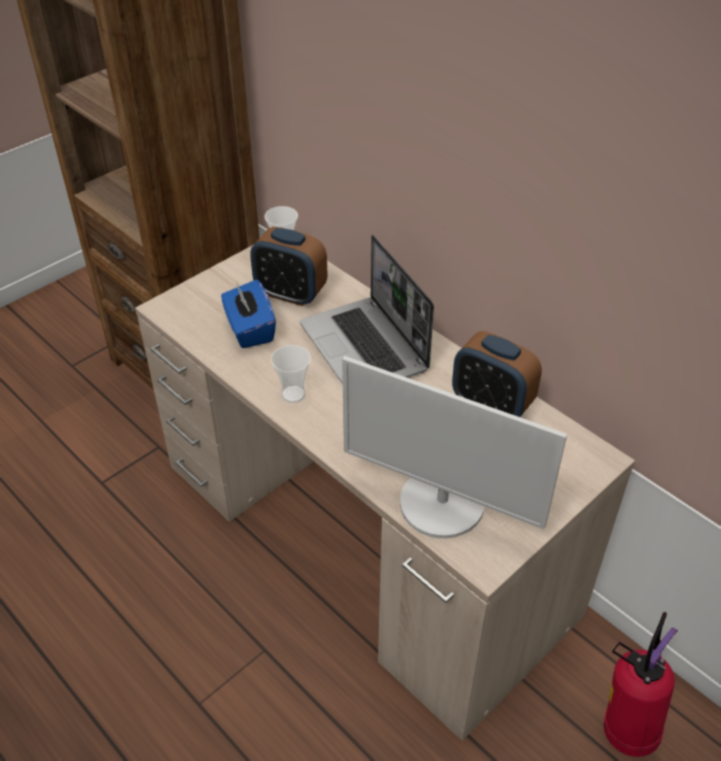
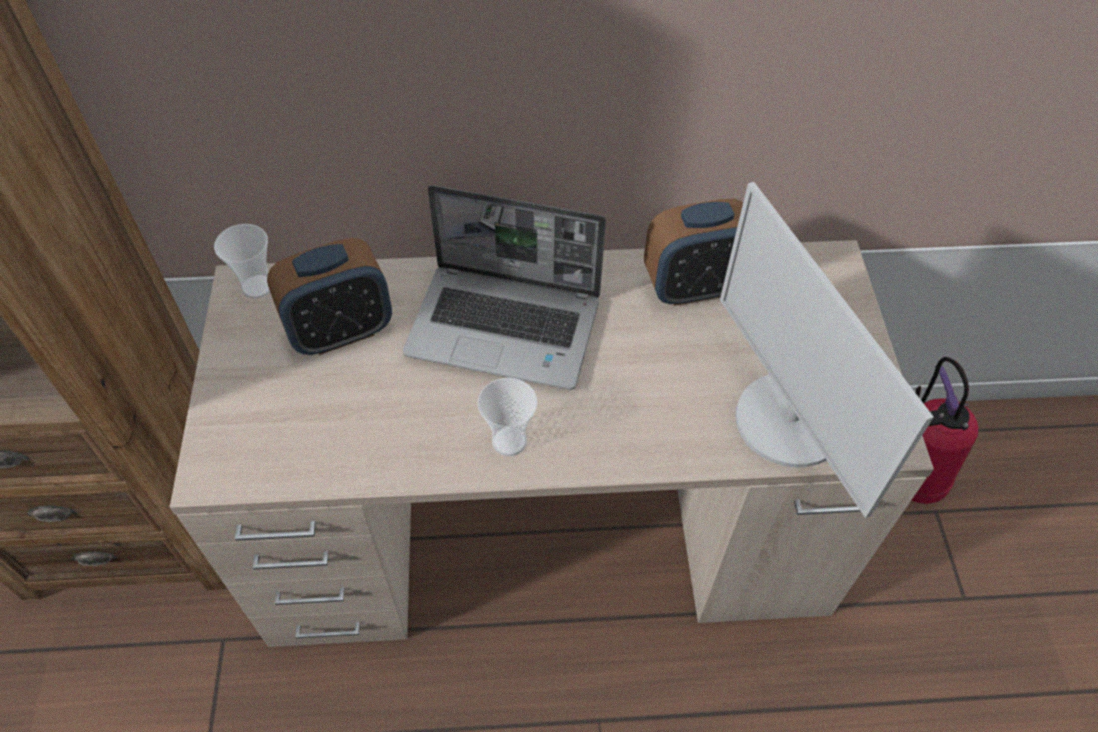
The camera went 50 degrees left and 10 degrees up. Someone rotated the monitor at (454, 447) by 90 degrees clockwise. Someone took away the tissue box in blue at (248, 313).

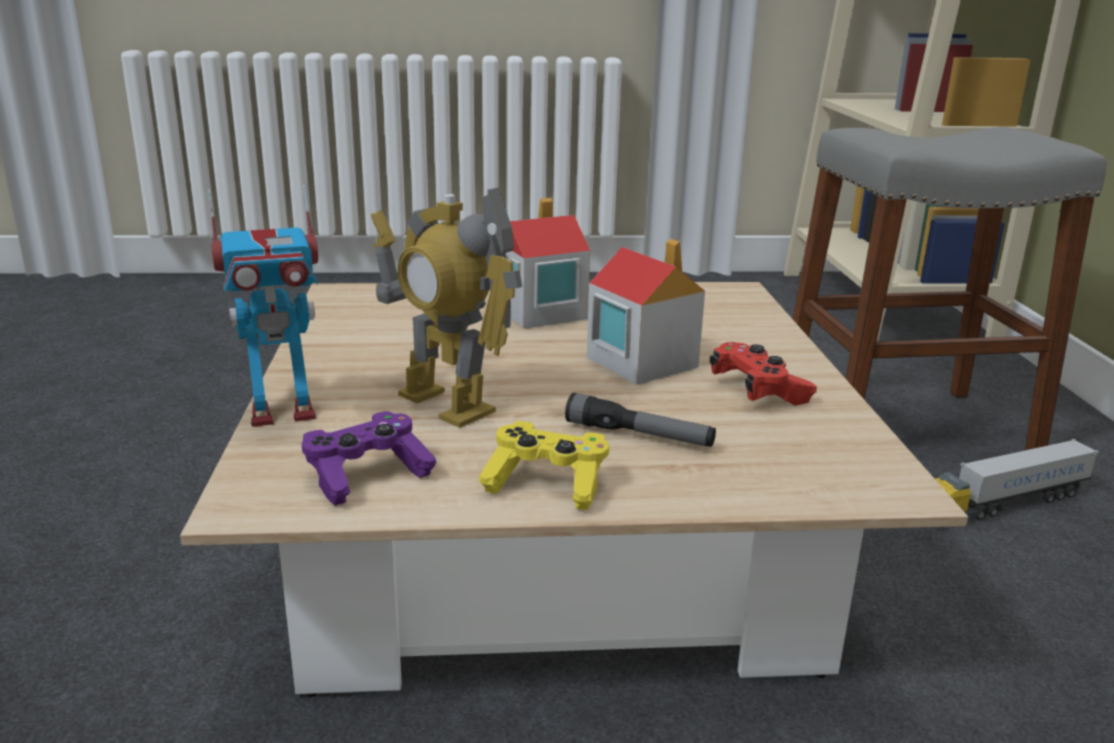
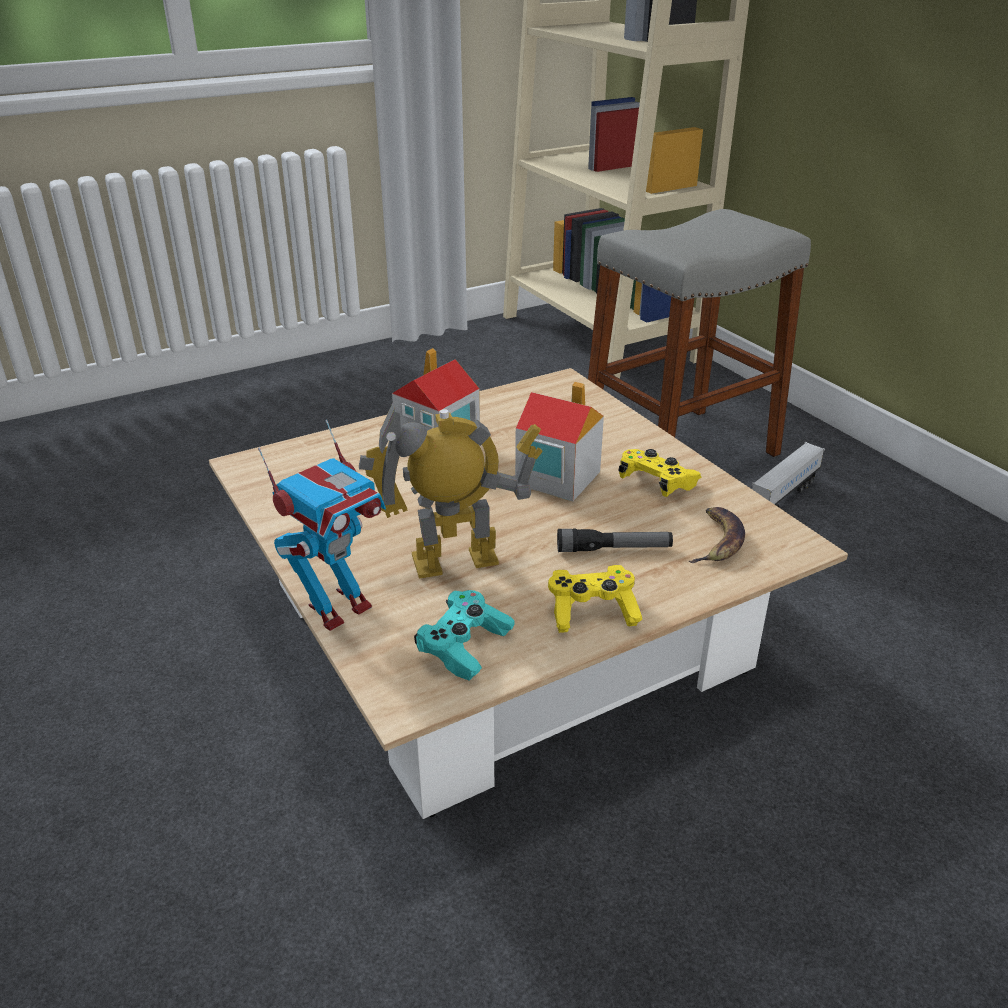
The camera went 25 degrees left and 10 degrees up. Someone rotated the toy robot at (446, 308) by 150 degrees clockwise. Someone repainted the game controller in purple at (369, 458), which became the game controller in turquoise at (464, 635). Someone repainted the game controller in red at (763, 374), which became the game controller in yellow at (660, 473). Someone put down the banana at (717, 535).

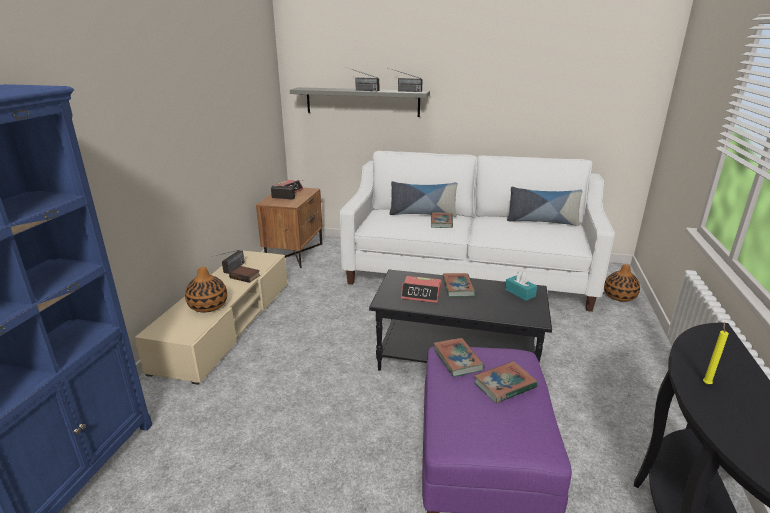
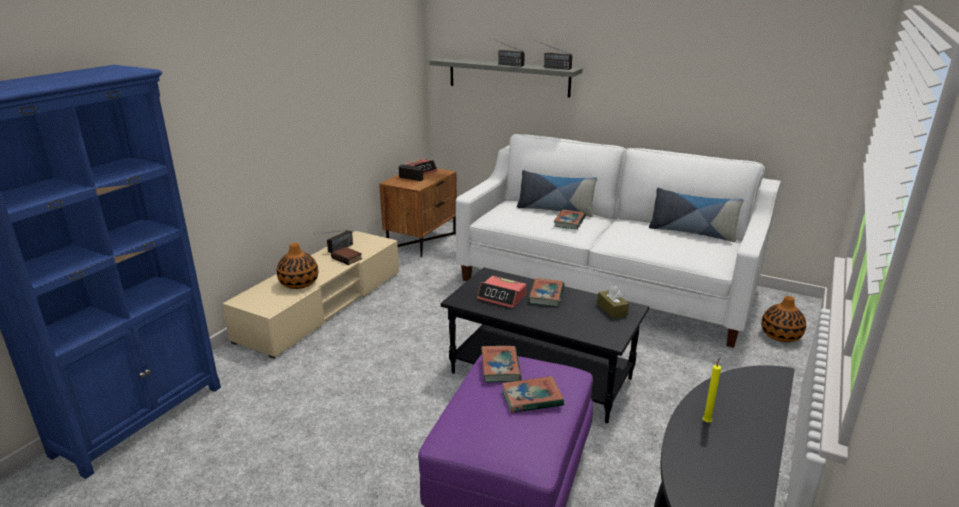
The camera went 15 degrees right and 0 degrees up. Someone repainted the tissue box in turquoise at (521, 286), which became the tissue box in brown at (613, 302).

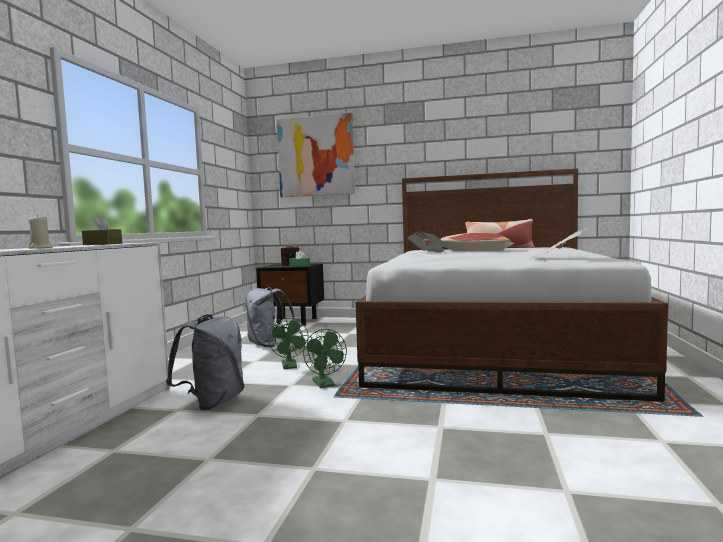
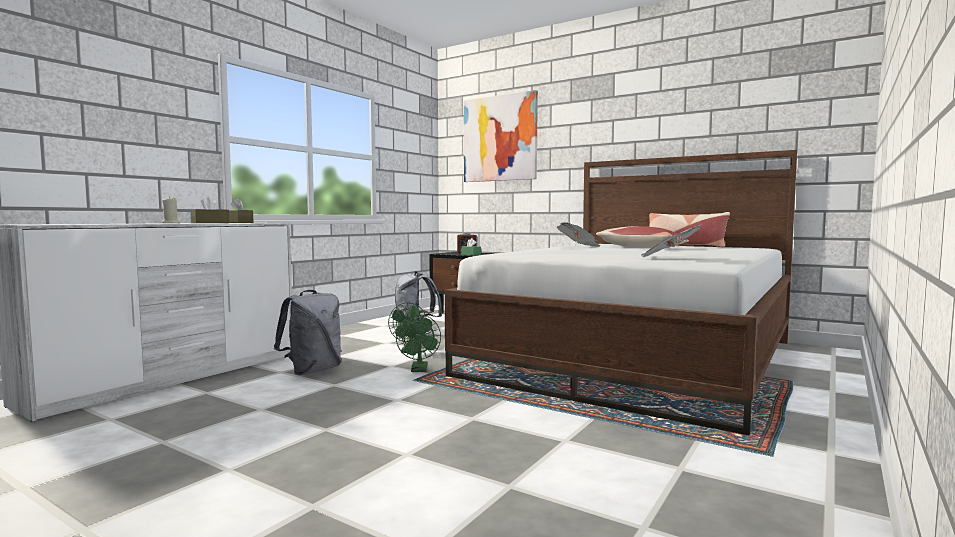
The camera went 20 degrees right and 0 degrees up. Someone put down the tissue box in brown at (210, 209).

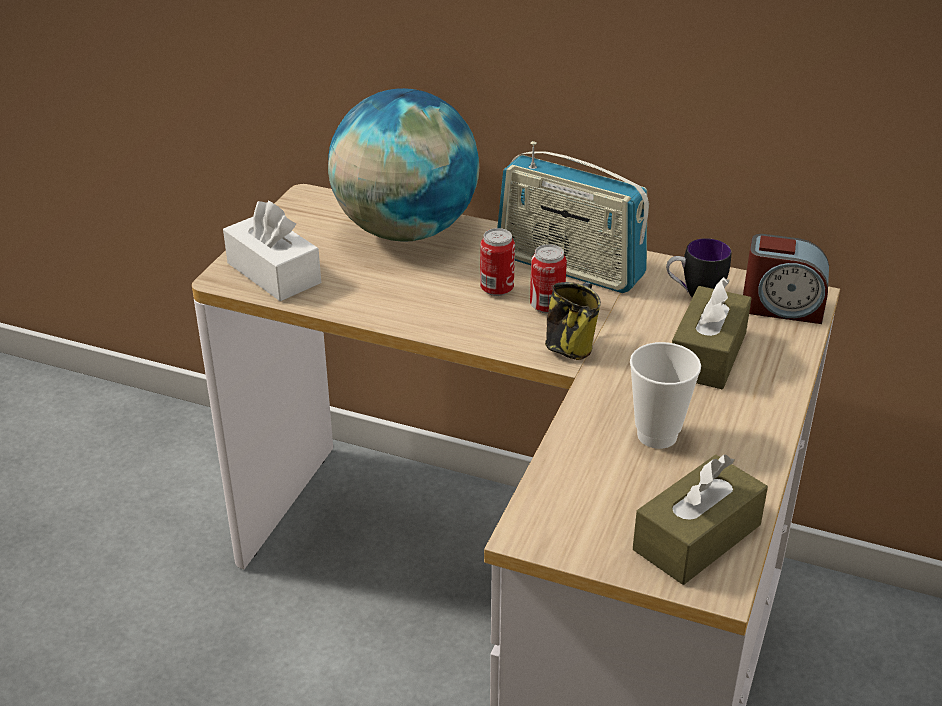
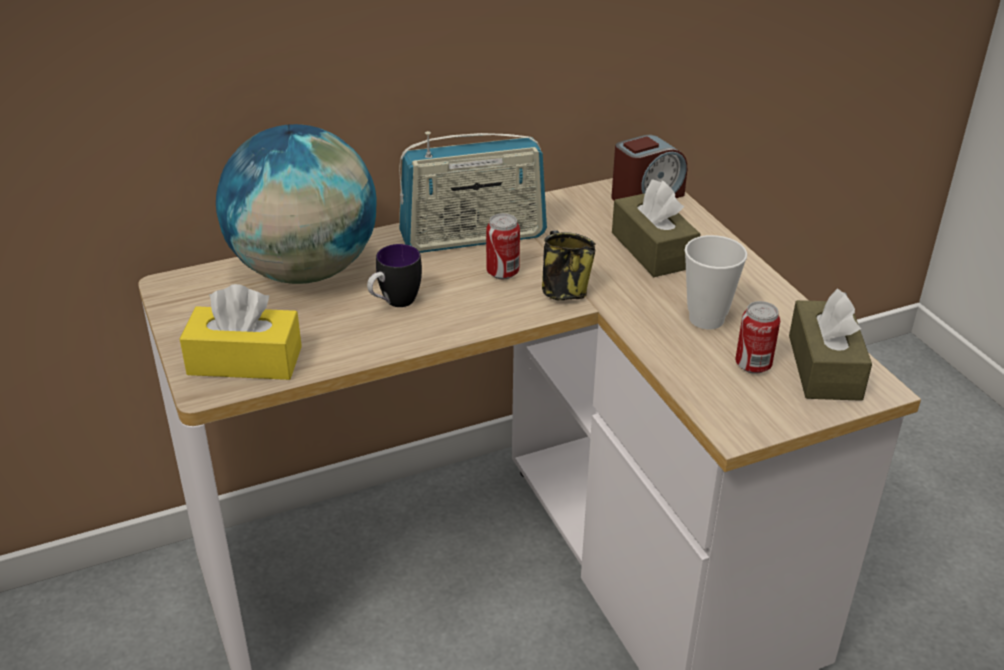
The camera went 45 degrees left and 0 degrees up. Someone repainted the tissue box in white at (272, 251), which became the tissue box in yellow at (241, 332). Someone carried the mug from (699, 268) to (394, 275). Someone carried the can from (497, 262) to (757, 337).

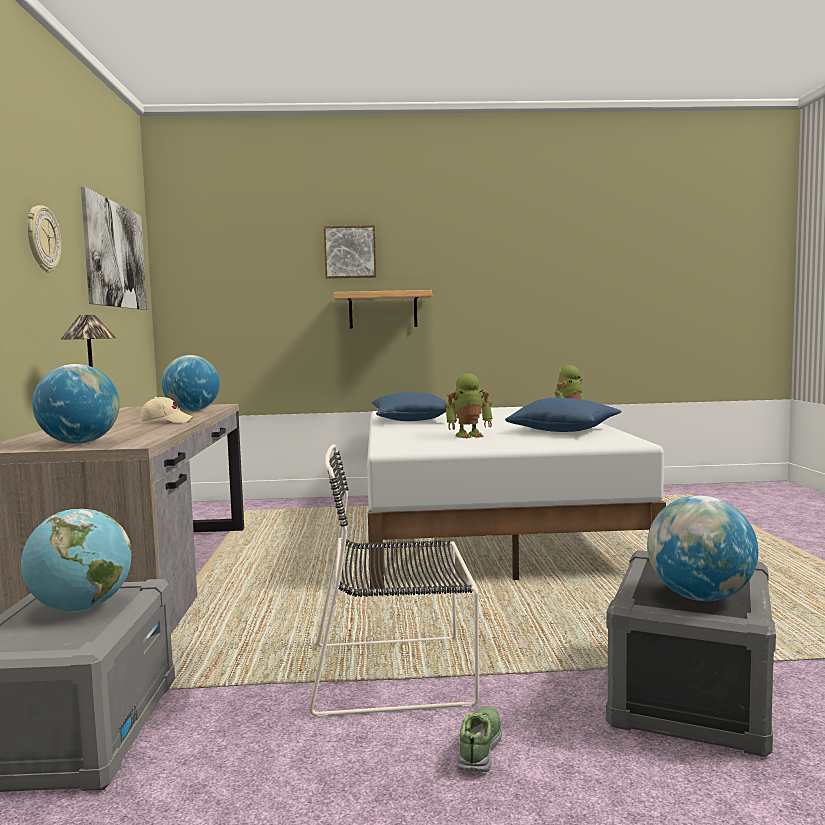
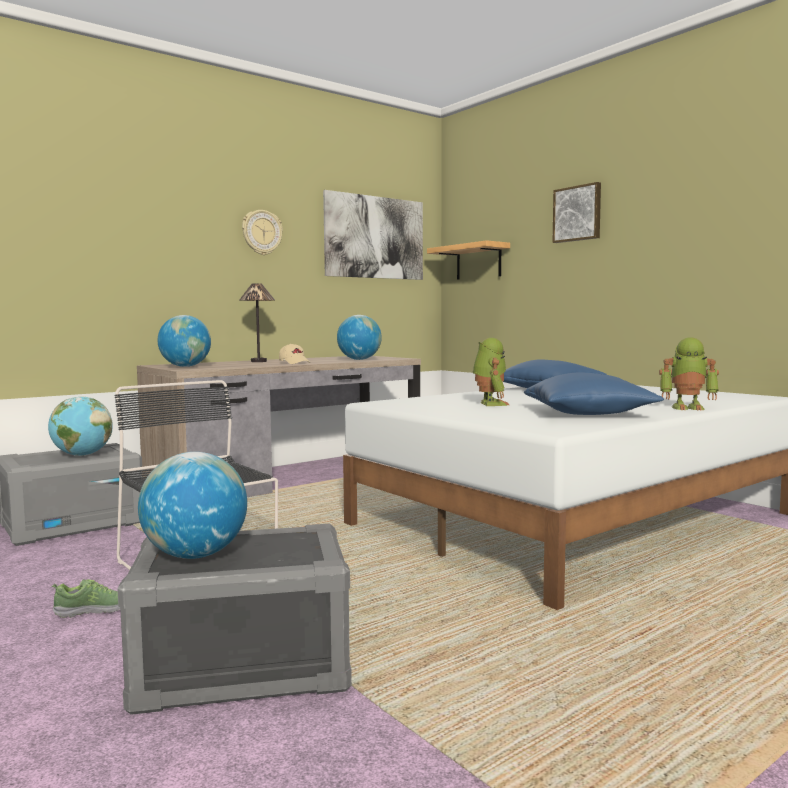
The camera went 55 degrees right and 0 degrees up. Someone carried the shelf from (383, 309) to (468, 260). Someone rotated the toy robot at (468, 405) by 135 degrees counterclockwise.

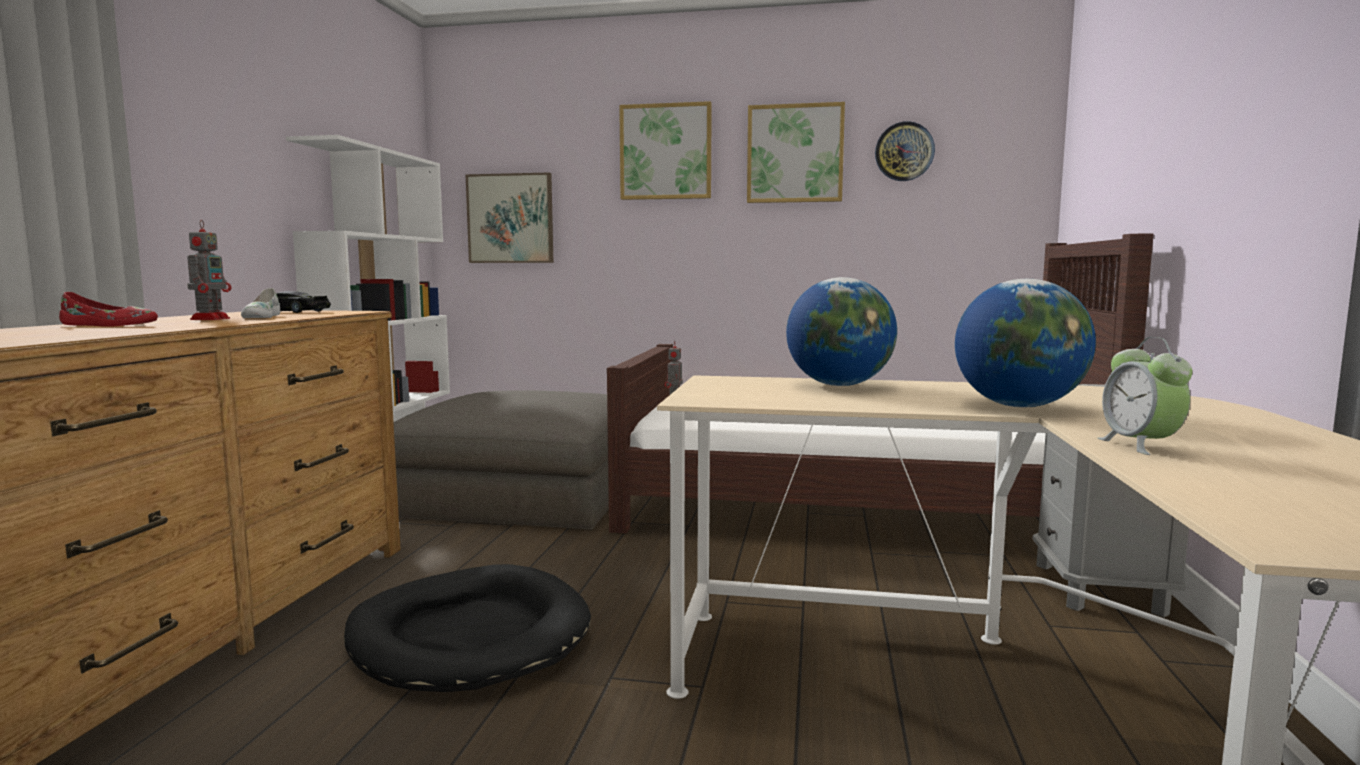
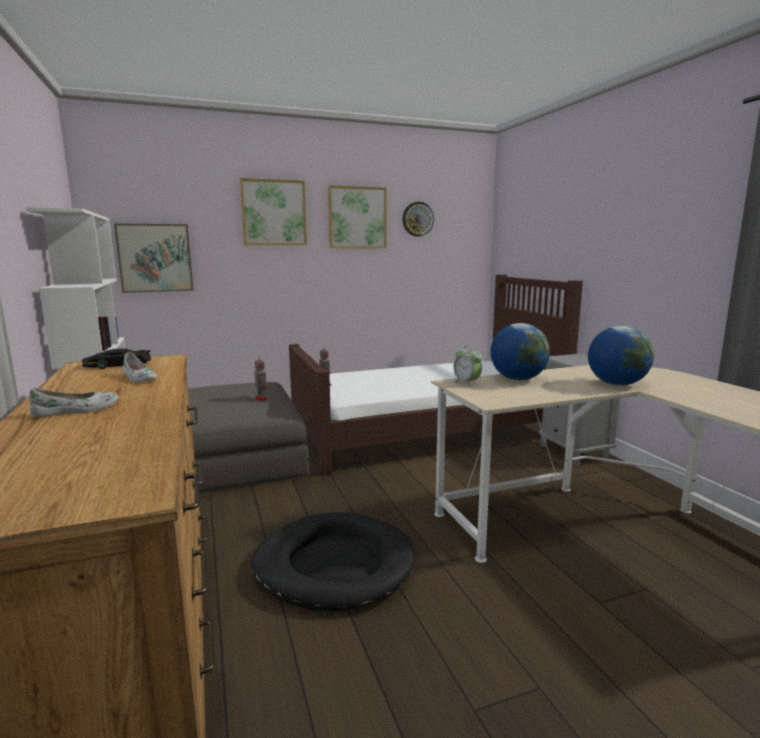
The camera went 30 degrees left and 5 degrees up. Someone repainted the shoe in red at (108, 309), which became the shoe in white at (74, 402). Someone carried the toy robot from (209, 270) to (261, 378). Someone carried the alarm clock from (1144, 396) to (467, 366).

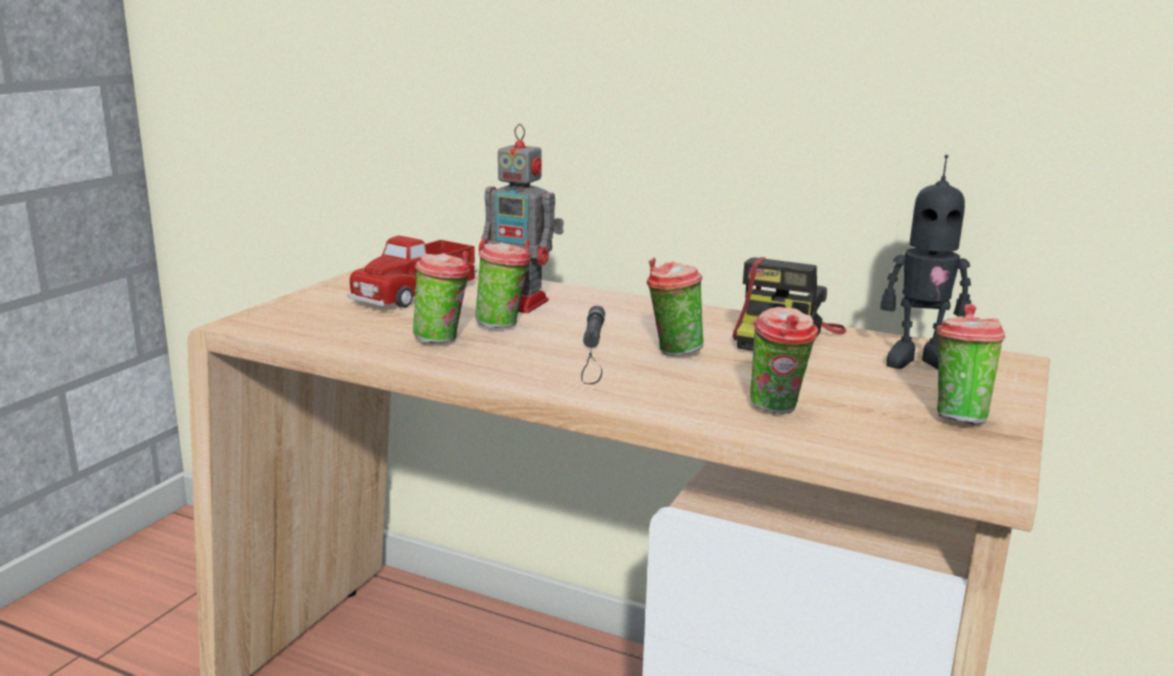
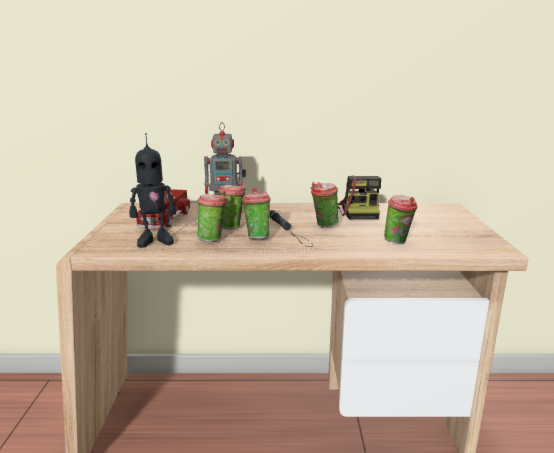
The camera went 25 degrees left and 0 degrees up. Someone carried the toy robot from (925, 262) to (152, 190). Someone carried the cup from (971, 364) to (256, 213).

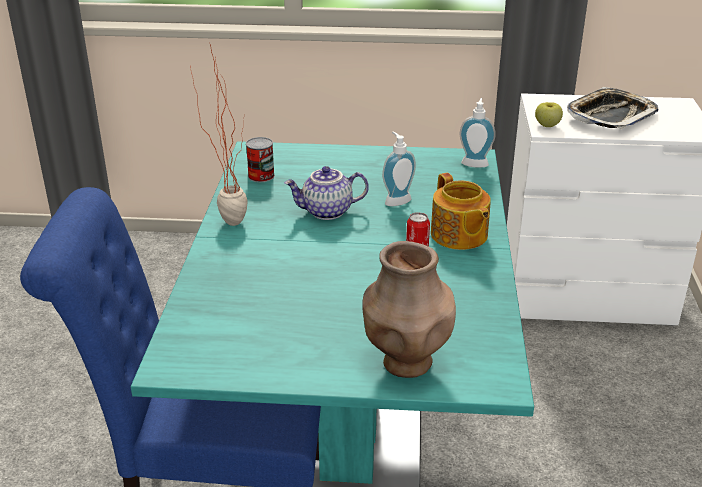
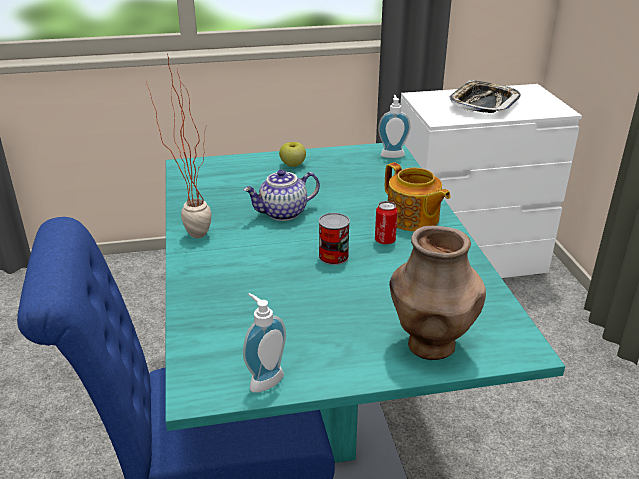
The camera went 15 degrees left and 0 degrees up. Someone carried the soap dispenser from (399, 169) to (264, 343). Someone carried the apple from (549, 114) to (292, 154). Someone carried the can from (260, 159) to (334, 239).

